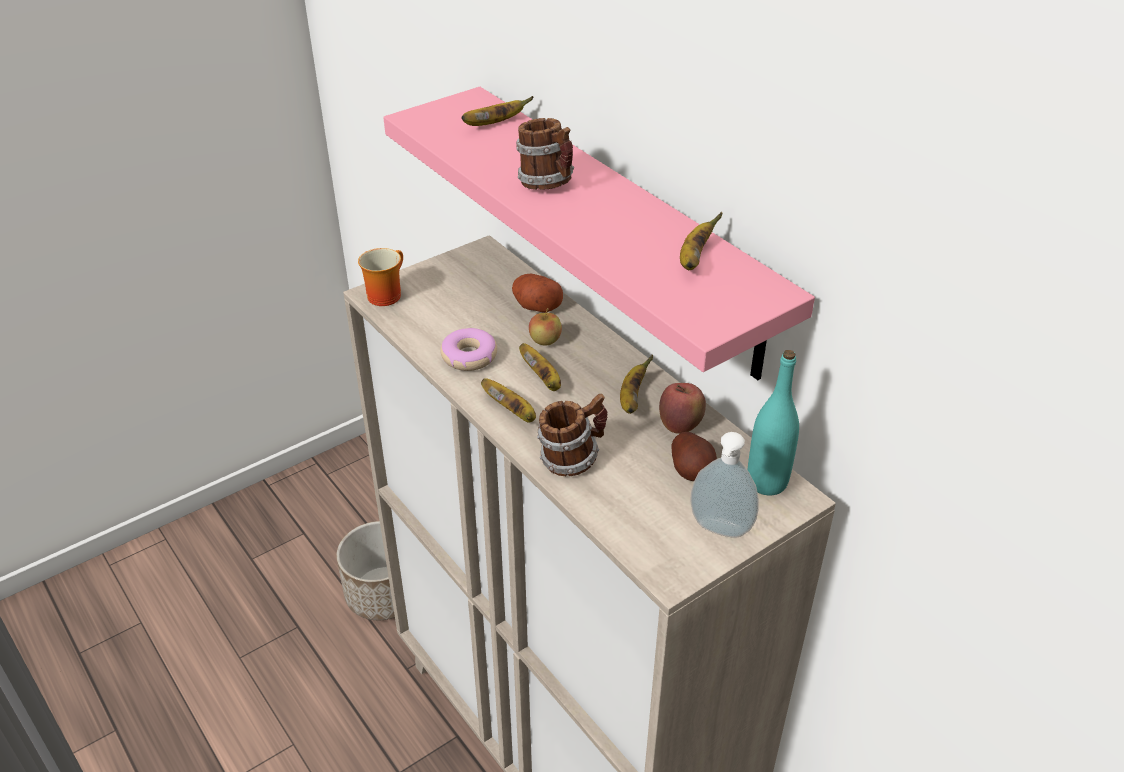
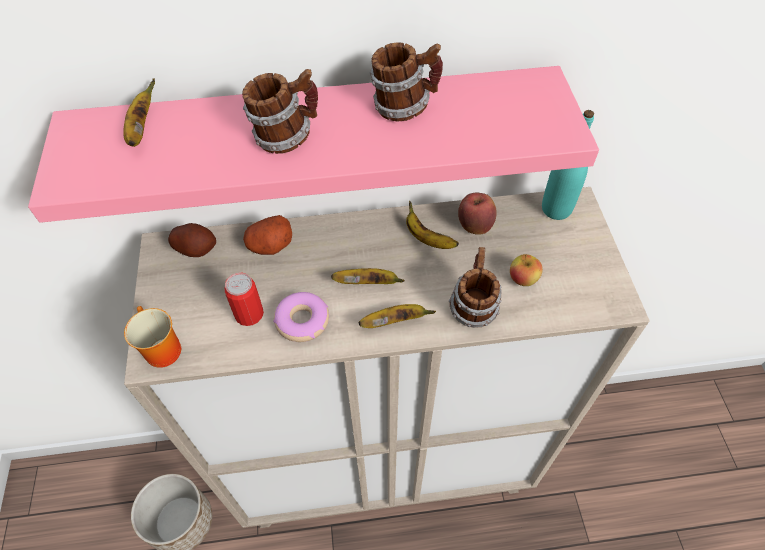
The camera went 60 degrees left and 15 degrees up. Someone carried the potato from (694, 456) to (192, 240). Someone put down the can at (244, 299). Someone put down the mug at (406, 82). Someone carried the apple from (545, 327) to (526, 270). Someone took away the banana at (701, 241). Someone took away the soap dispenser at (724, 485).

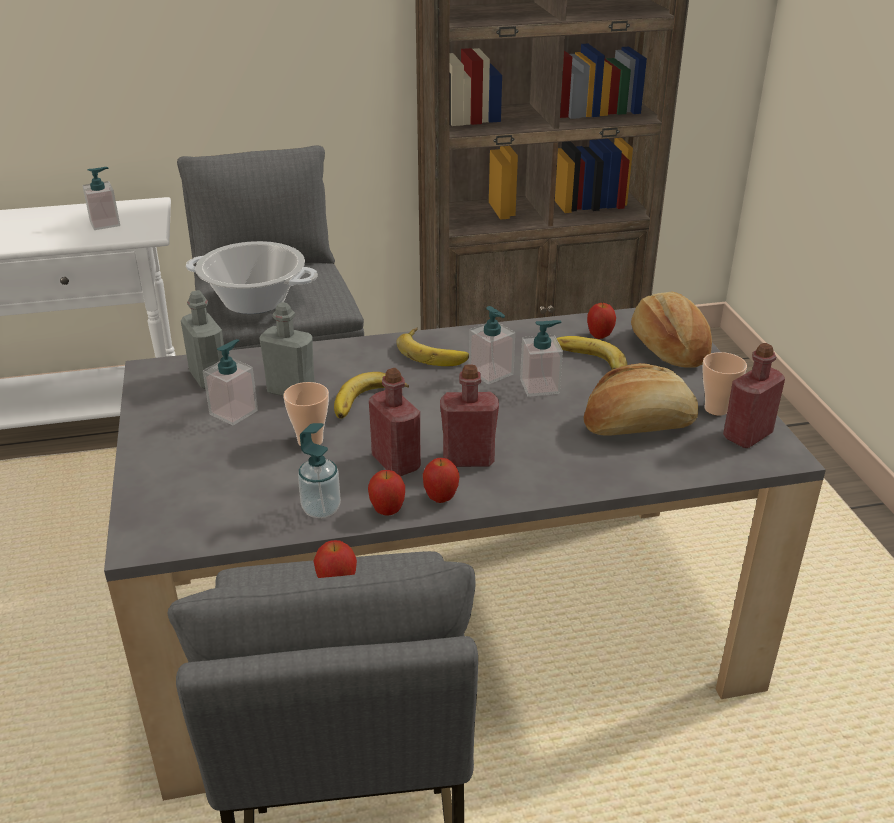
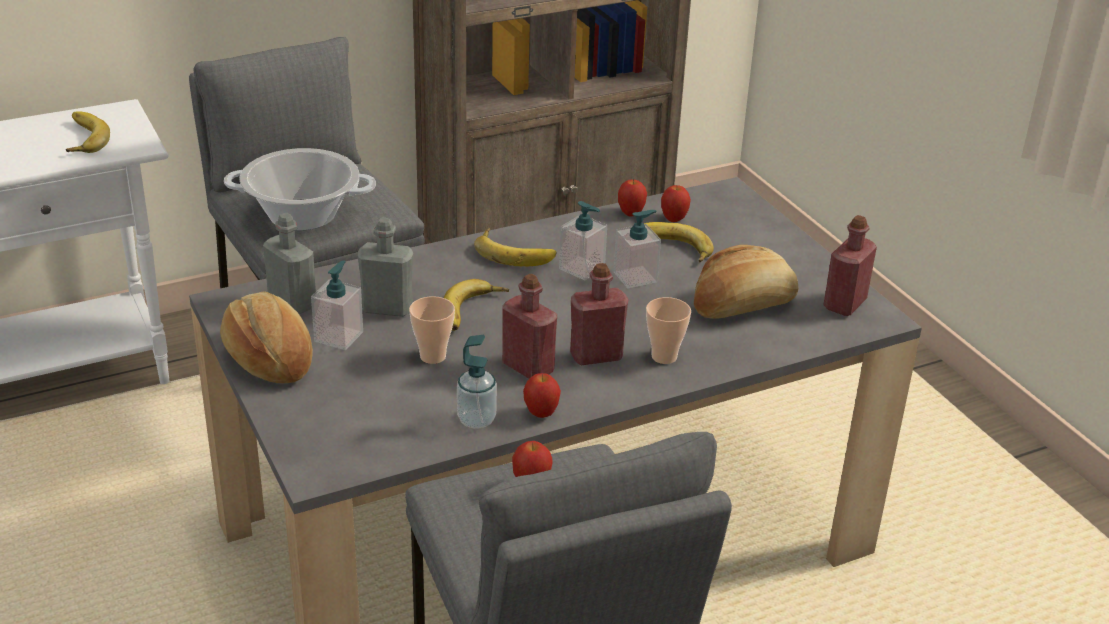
The camera went 15 degrees left and 0 degrees up. Someone swapped the soap dispenser at (101, 198) for the banana at (87, 132). Someone carried the bread from (671, 330) to (266, 337). Someone carried the apple from (441, 480) to (632, 198). Someone carried the cup from (724, 384) to (668, 330).

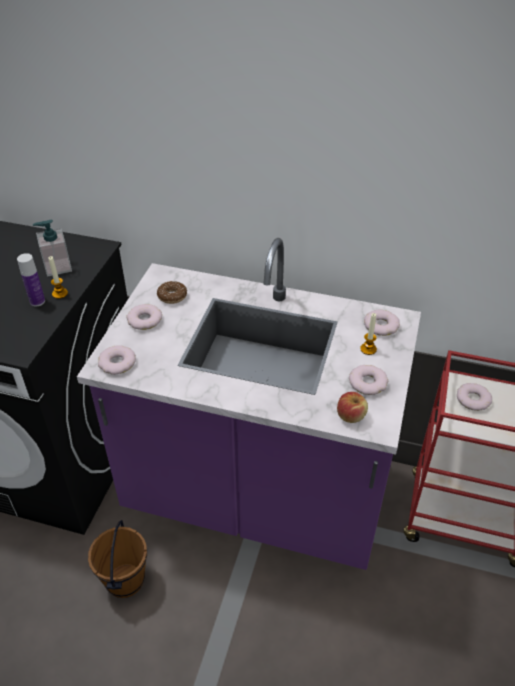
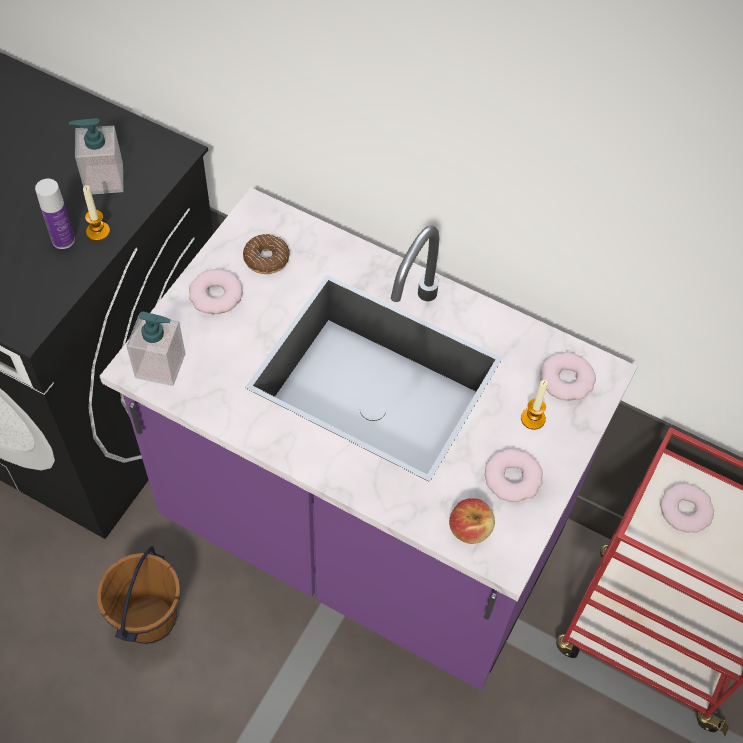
The camera went 10 degrees right and 15 degrees up. Someone swapped the donut at (117, 360) for the soap dispenser at (155, 349).

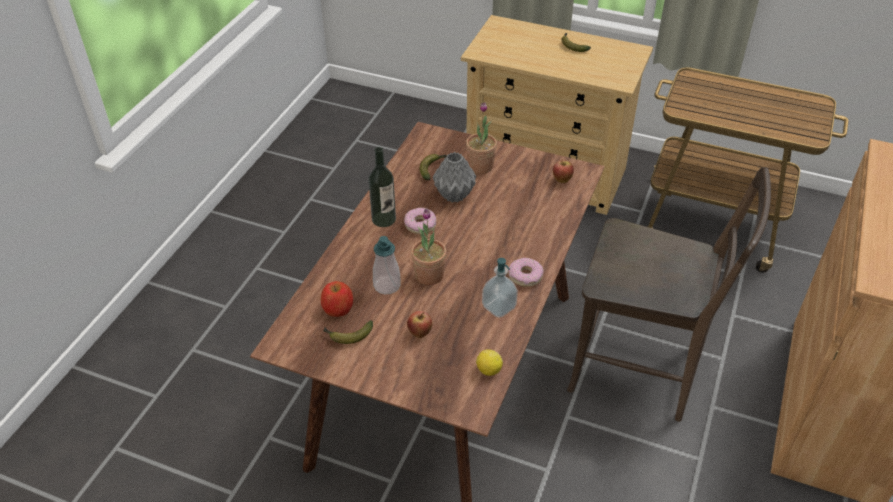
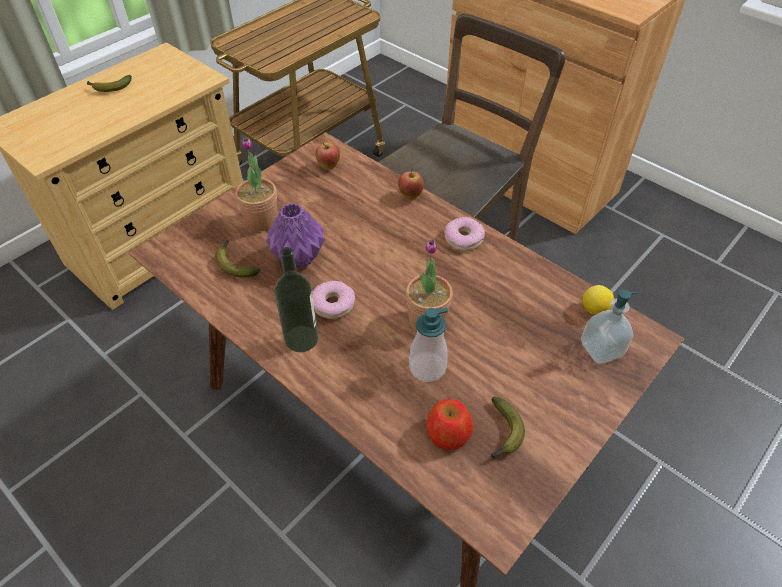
The camera went 70 degrees left and 5 degrees up. Someone repainted the vase in grey at (454, 177), which became the vase in purple at (295, 236). Someone carried the apple from (419, 324) to (411, 184). Someone carried the soap dispenser from (500, 288) to (609, 326).

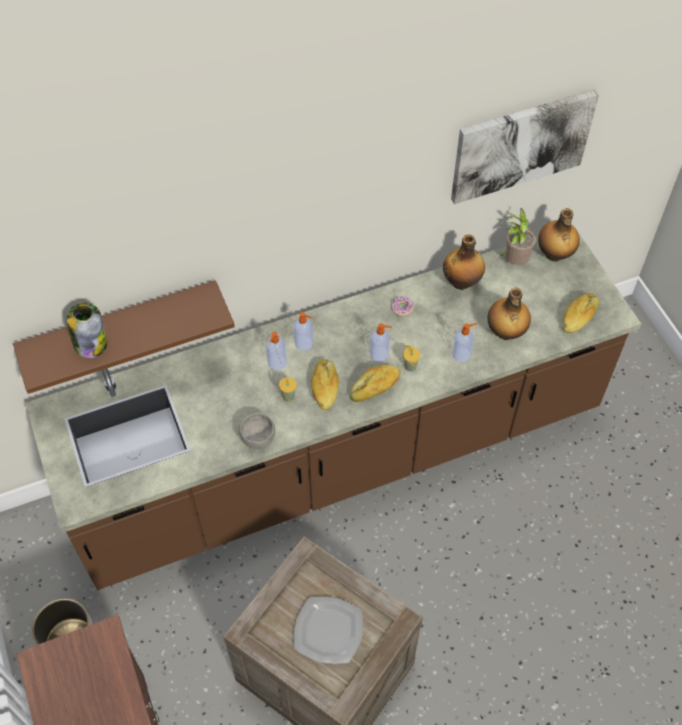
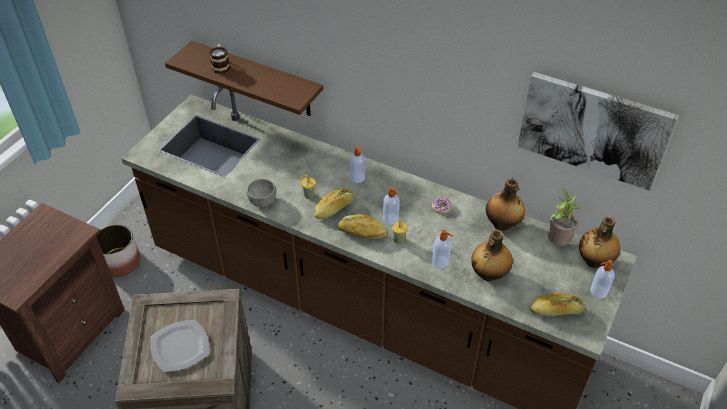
The camera went 50 degrees right and 10 degrees down. Someone swapped the jar at (87, 330) for the mug at (219, 59). Someone carried the soap dispenser from (276, 350) to (602, 279).

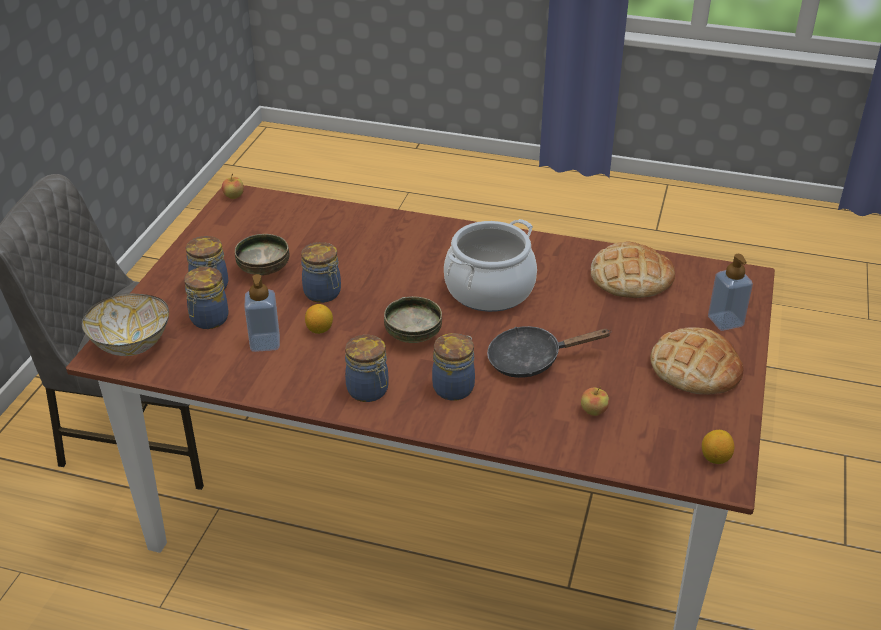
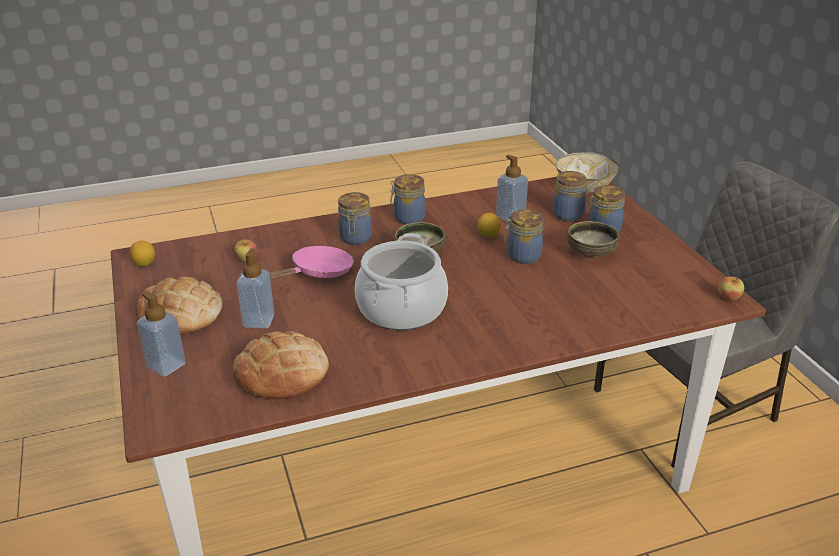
The camera went 145 degrees right and 5 degrees down. Someone put down the soap dispenser at (255, 288). Someone repainted the frying pan in black at (549, 352), which became the frying pan in pink at (311, 263).

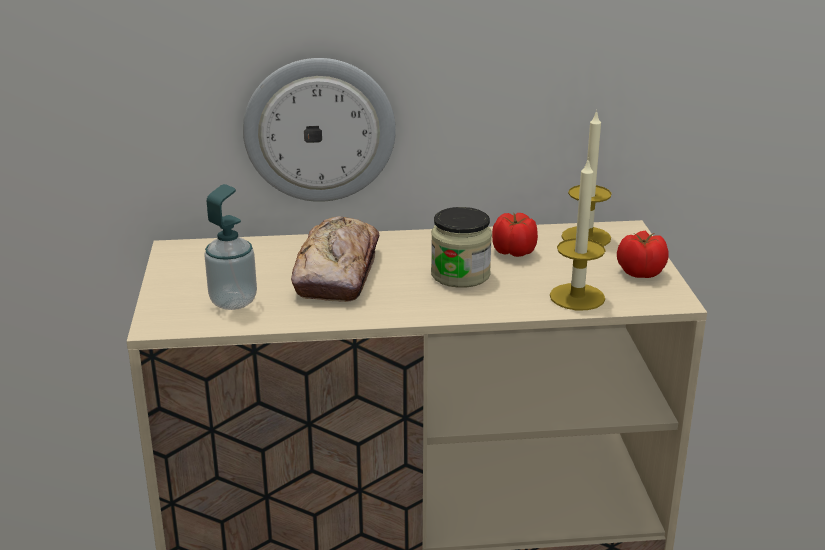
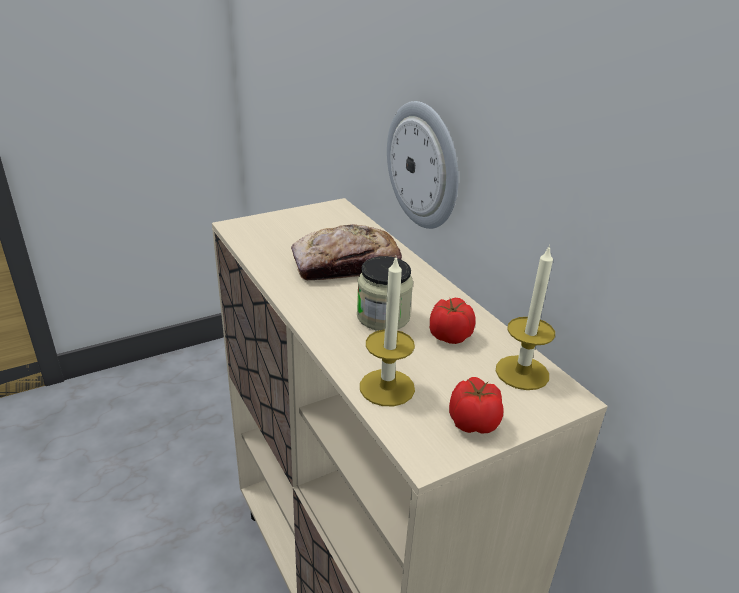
The camera went 65 degrees right and 5 degrees up. Someone took away the soap dispenser at (230, 247).

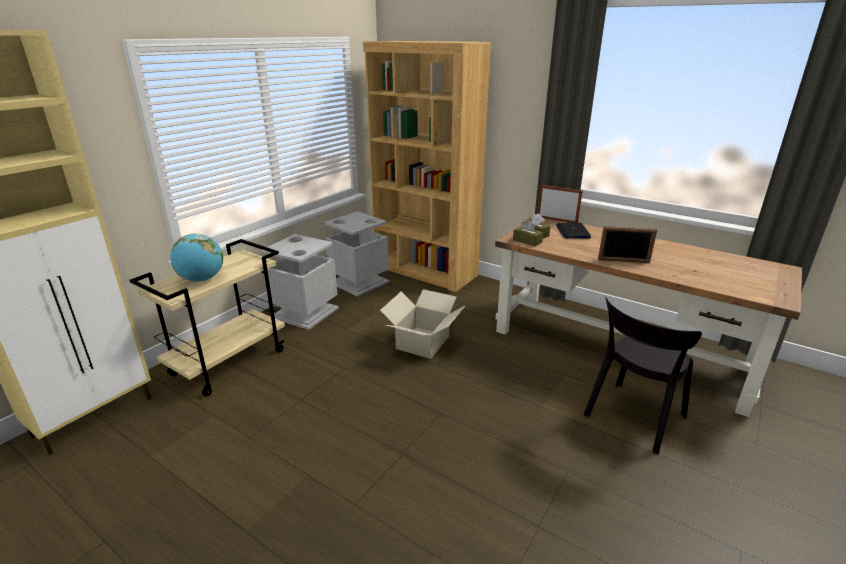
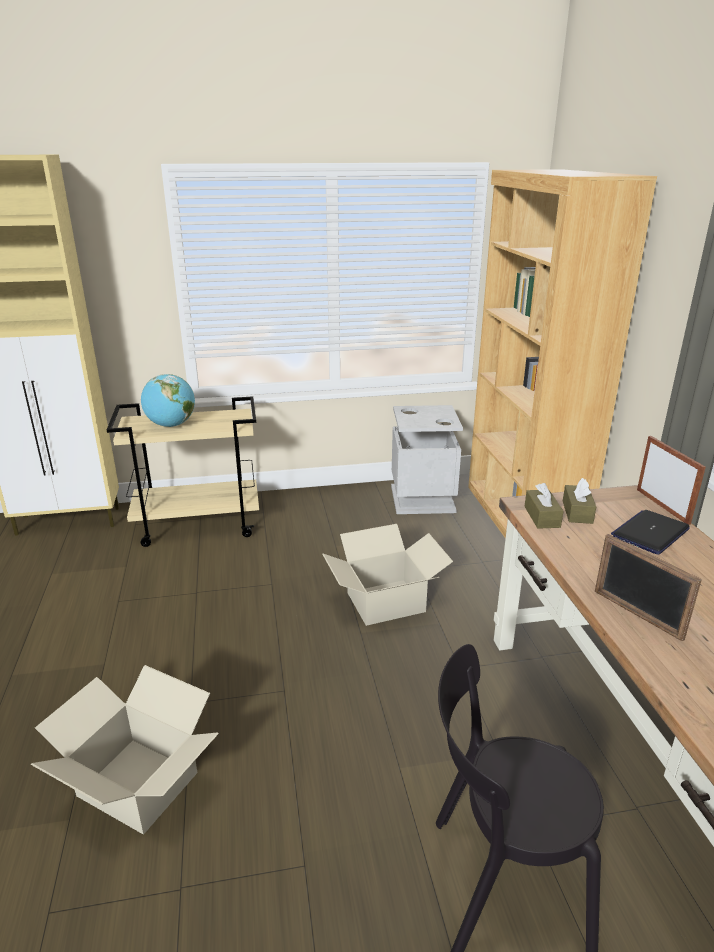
The camera went 45 degrees right and 0 degrees up. Someone put down the cardboard box at (124, 750). Someone took away the trash can in grey at (299, 282).

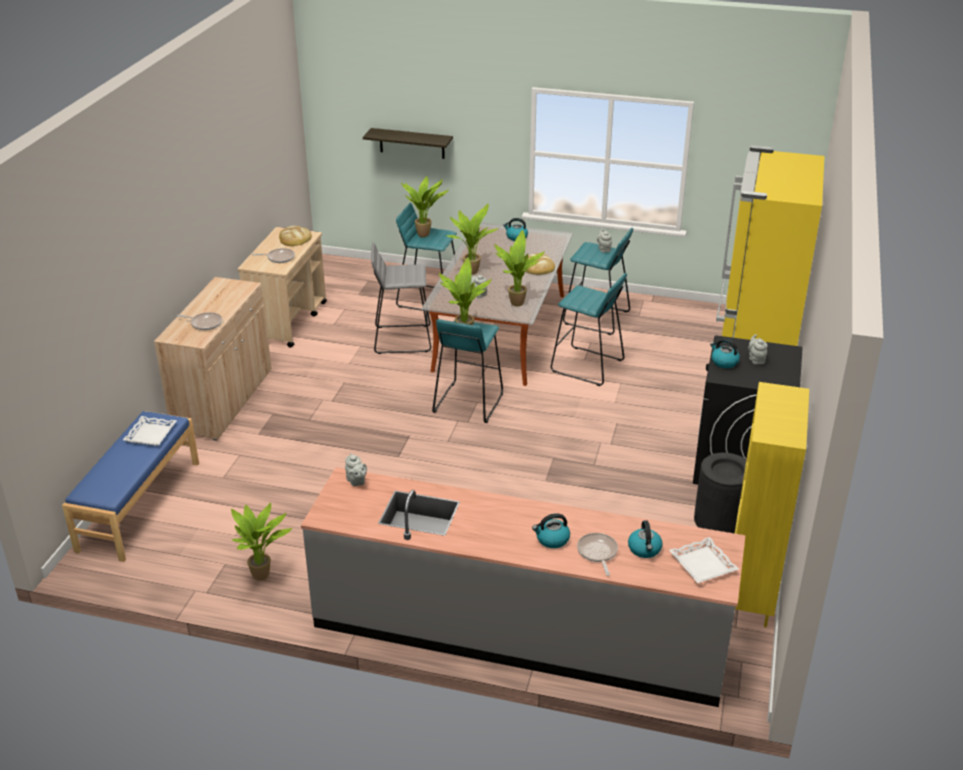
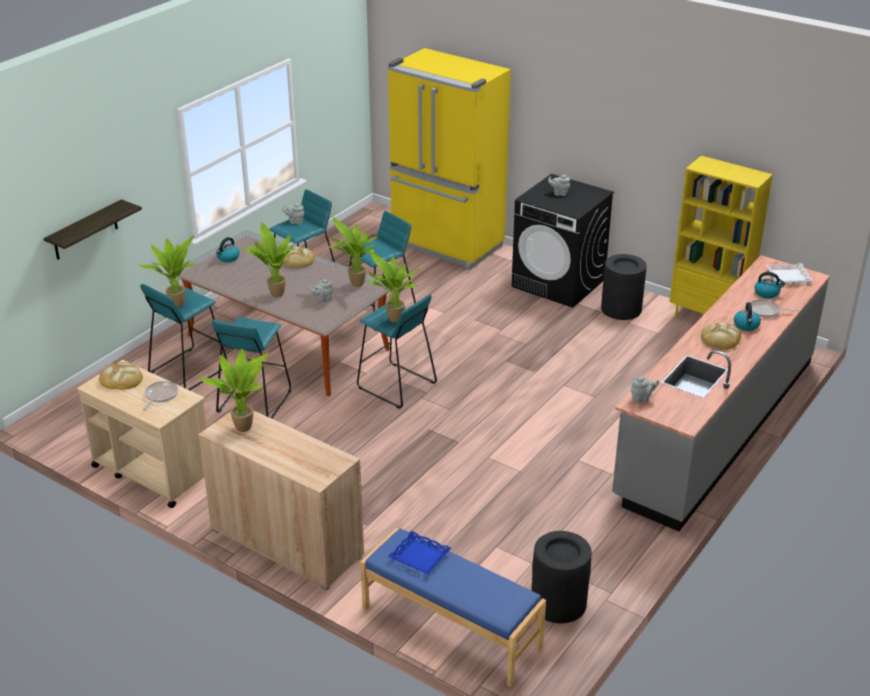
The camera went 70 degrees left and 0 degrees up. Someone carried the potted plant from (261, 542) to (233, 390). Someone repainted the stool in grey at (401, 298), which became the stool in turquoise at (251, 368). Someone repainted the tray in white at (150, 431), which became the tray in blue at (419, 552). Someone put down the trash can in black at (561, 577). Someone put down the bread at (721, 335). Someone took away the frying pan at (199, 321). Someone took away the kettle at (725, 353).

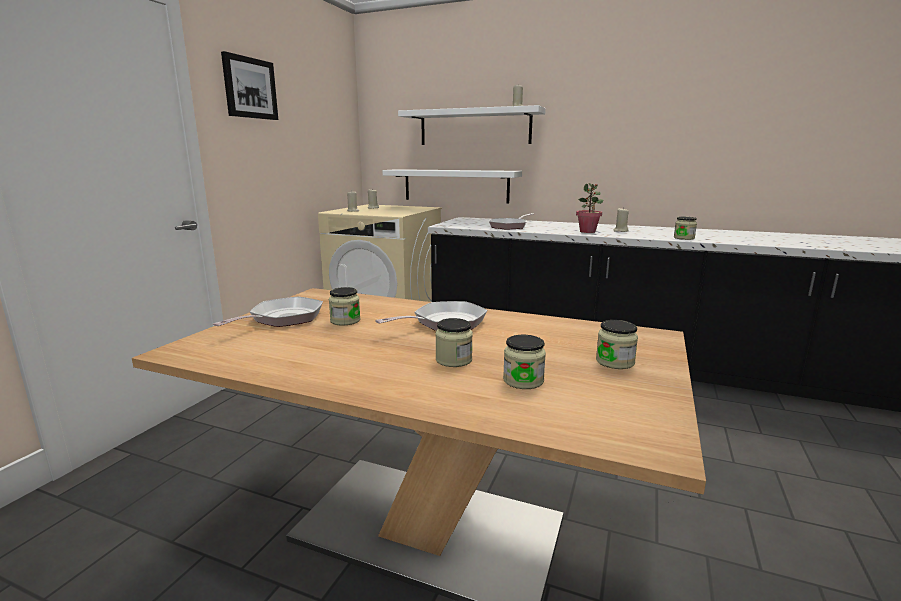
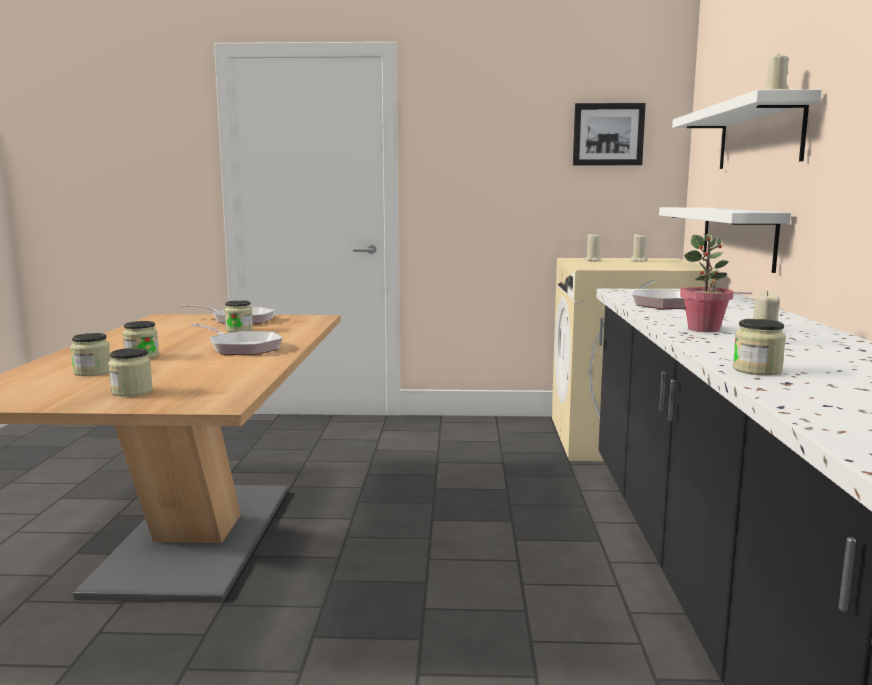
The camera went 70 degrees right and 5 degrees down. Someone carried the picture from (249, 85) to (609, 134).

